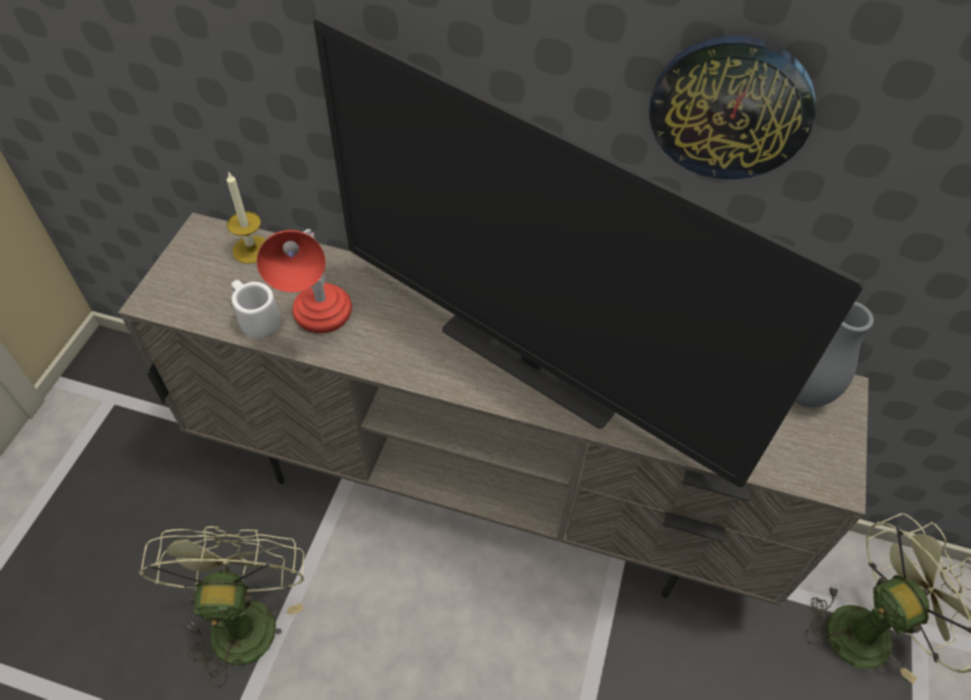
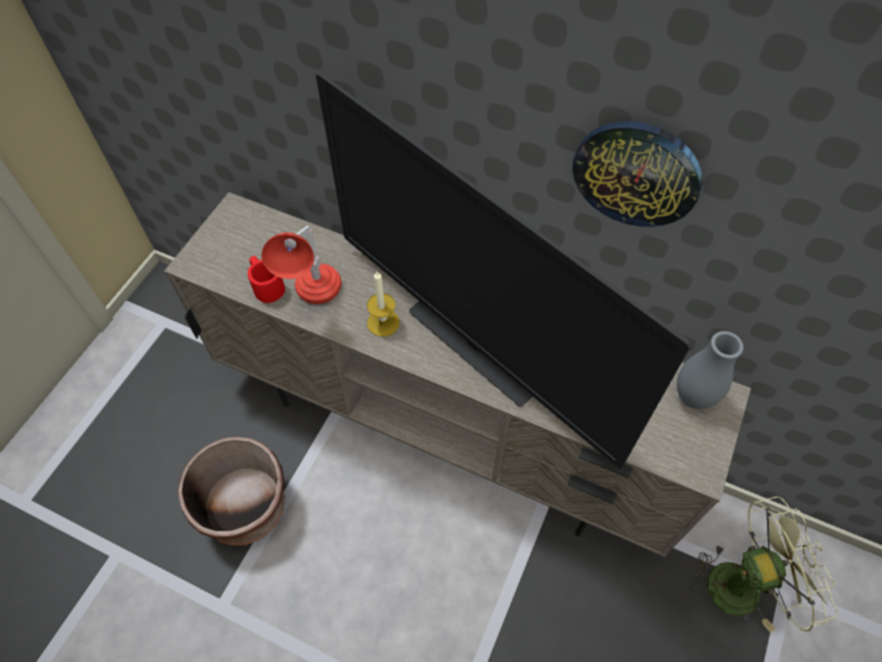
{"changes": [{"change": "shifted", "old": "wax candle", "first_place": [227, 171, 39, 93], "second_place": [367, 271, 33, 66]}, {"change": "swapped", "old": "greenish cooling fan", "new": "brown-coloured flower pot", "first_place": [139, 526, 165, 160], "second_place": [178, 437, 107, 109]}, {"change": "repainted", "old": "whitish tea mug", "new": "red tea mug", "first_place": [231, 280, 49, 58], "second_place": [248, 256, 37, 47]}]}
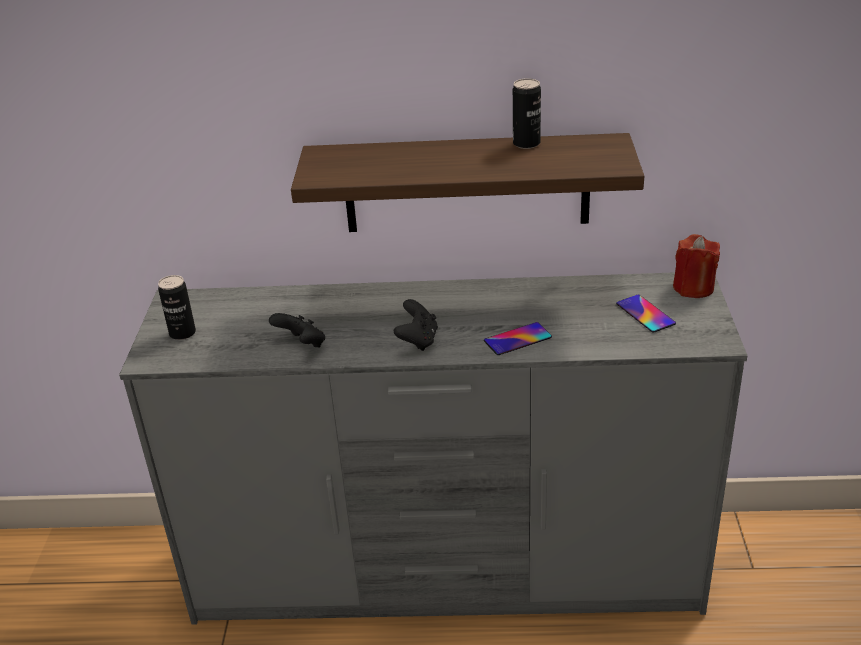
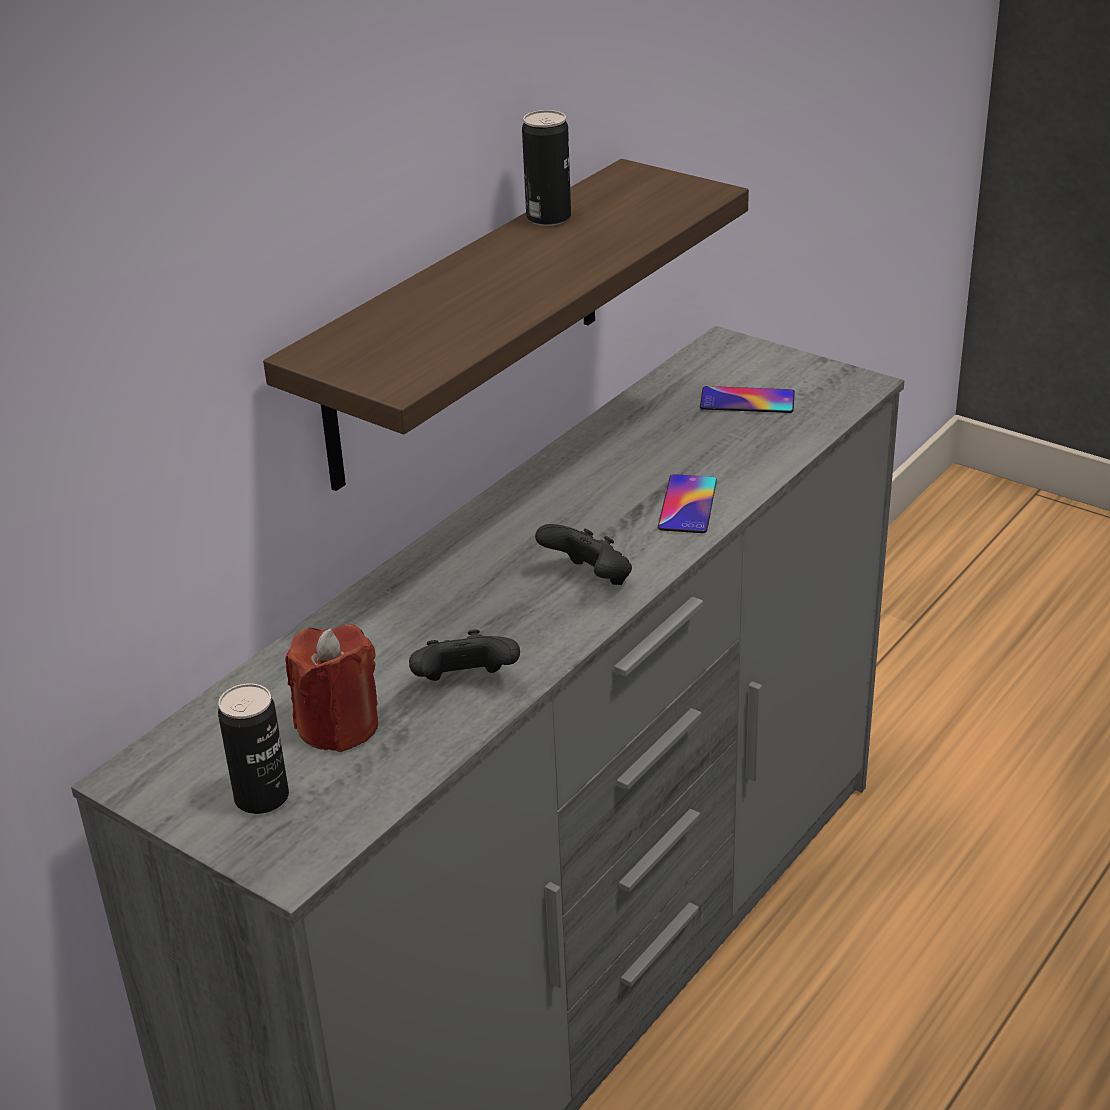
{"changes": [{"change": "shifted", "old": "red wax candle", "first_place": [673, 234, 47, 64], "second_place": [285, 624, 93, 128]}]}
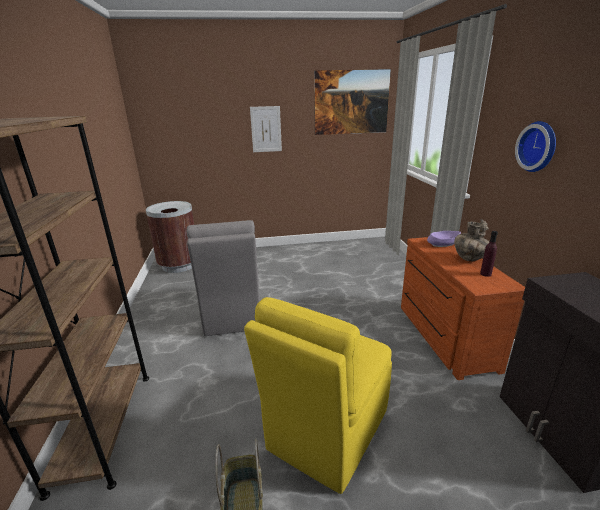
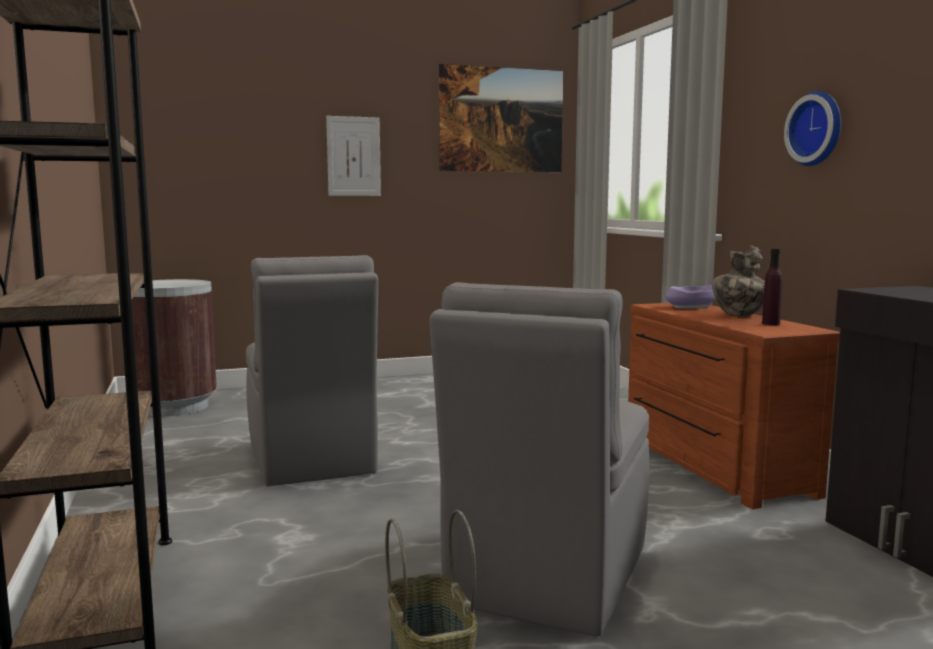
{"changes": [{"change": "repainted", "old": "yellow plain chair", "new": "grey plain chair", "first_place": [244, 297, 148, 197], "second_place": [429, 282, 220, 355]}]}
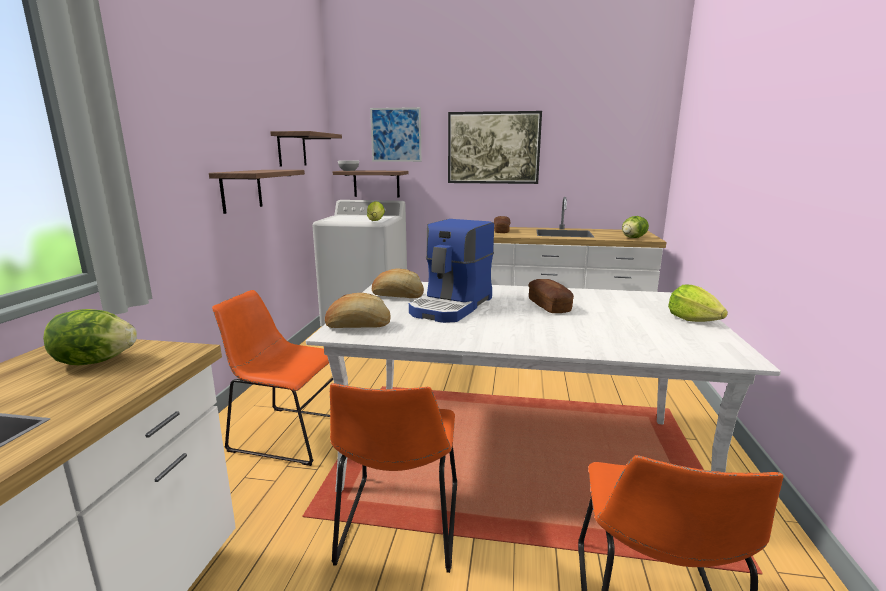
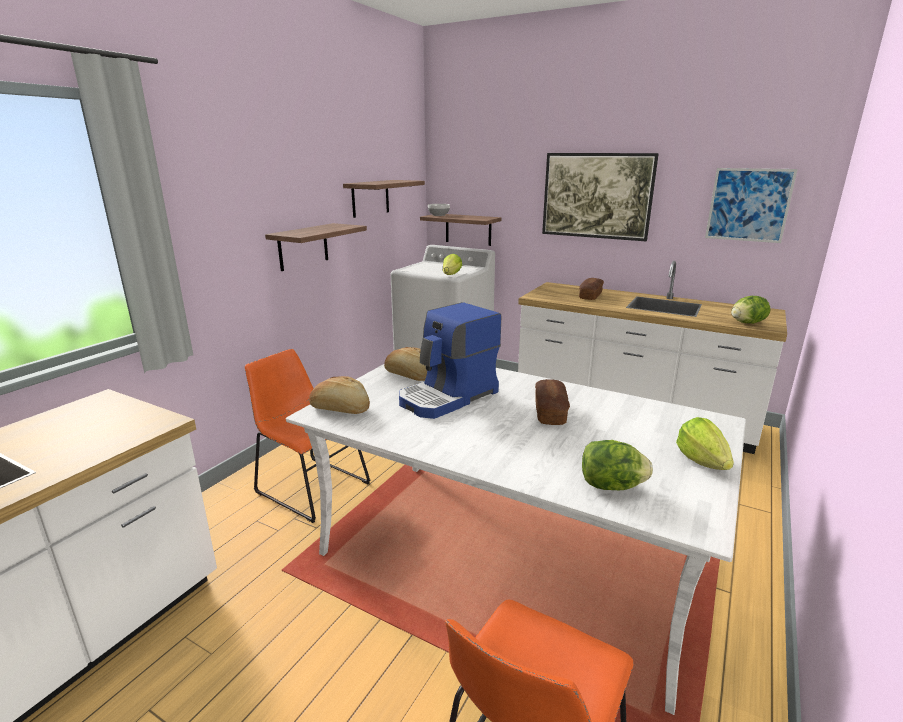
{"changes": [{"change": "gone", "old": "orange plain chair", "first_place": [330, 383, 127, 190]}, {"change": "shifted", "old": "head of lettuce", "first_place": [43, 309, 94, 56], "second_place": [582, 440, 71, 50]}, {"change": "shifted", "old": "picture", "first_place": [370, 107, 51, 55], "second_place": [705, 168, 93, 75]}]}
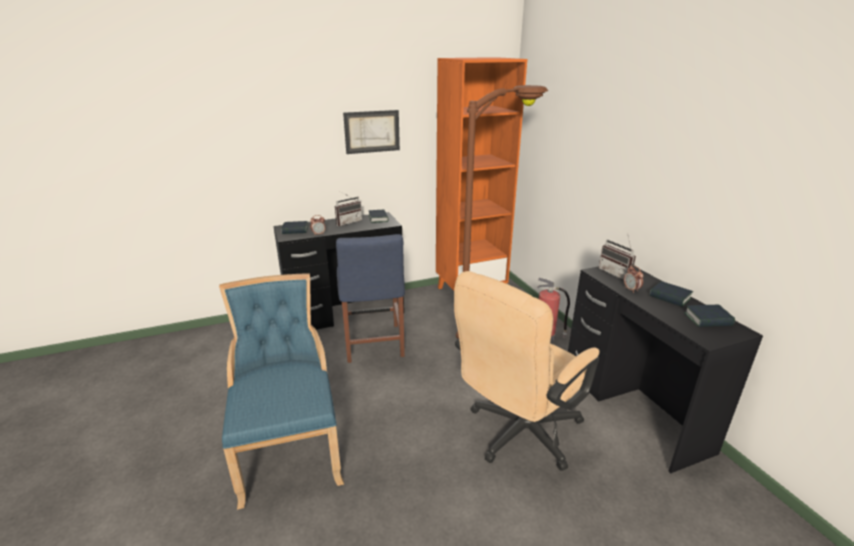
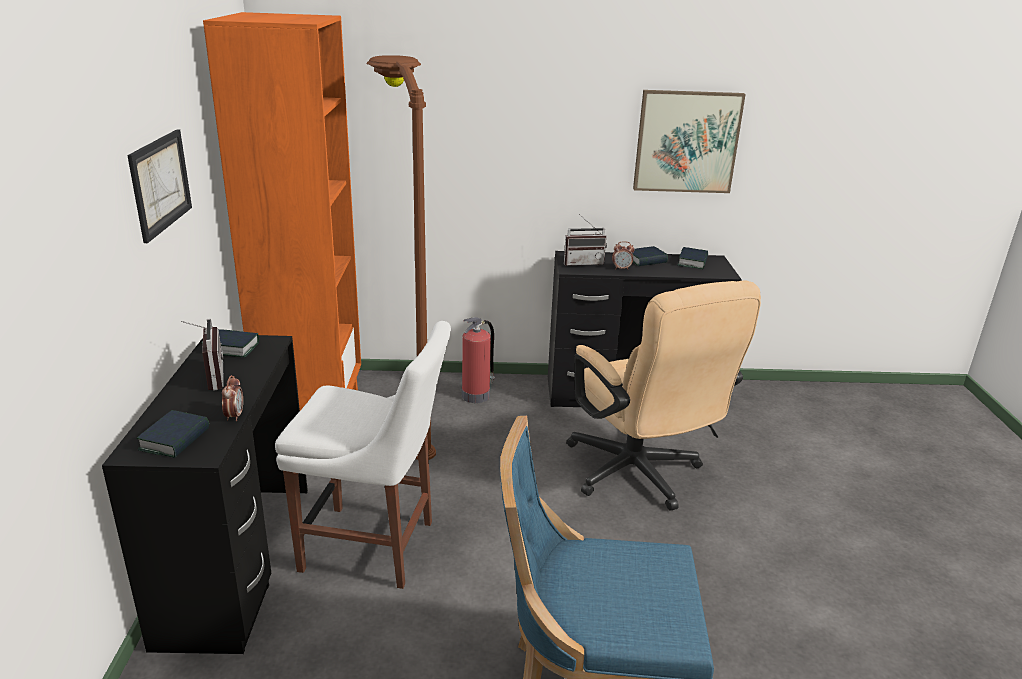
{"changes": [{"change": "new", "new": "picture", "second_place": [633, 90, 113, 103]}, {"change": "repainted", "old": "blue-coloured plain chair", "new": "whitish plain chair", "first_place": [336, 234, 69, 129], "second_place": [275, 321, 176, 268]}]}
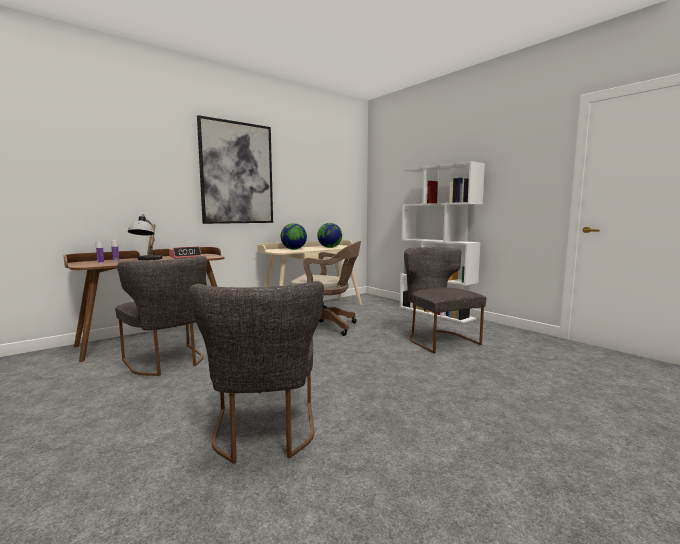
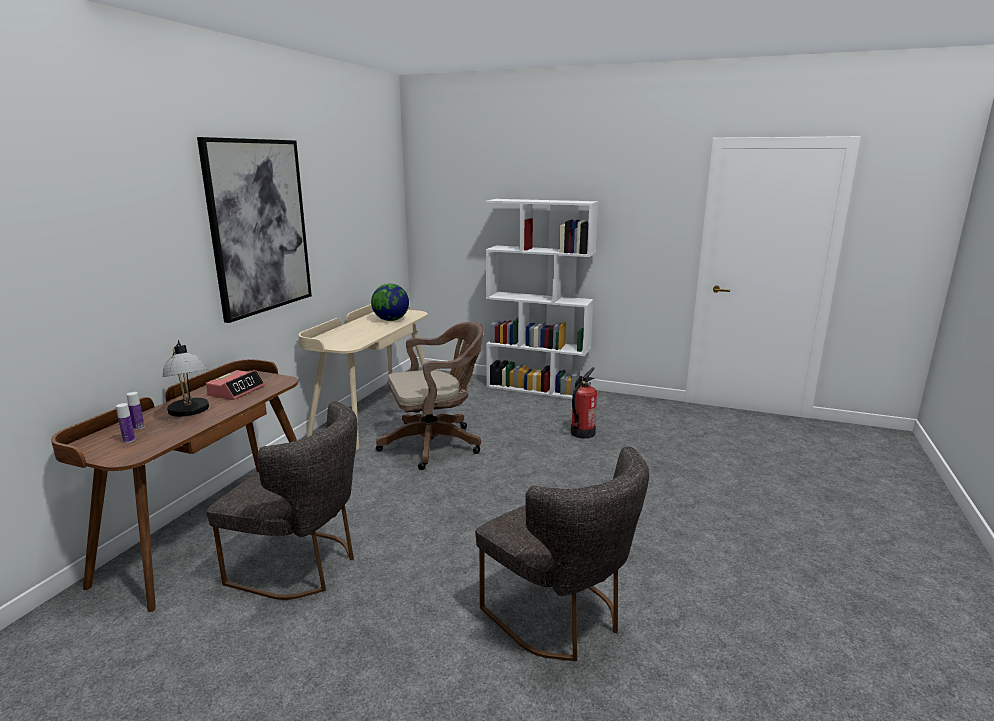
{"changes": [{"change": "gone", "old": "globe", "first_place": [281, 223, 26, 27]}, {"change": "swapped", "old": "grey plain chair", "new": "extinguisher", "first_place": [404, 247, 83, 106], "second_place": [571, 367, 26, 72]}]}
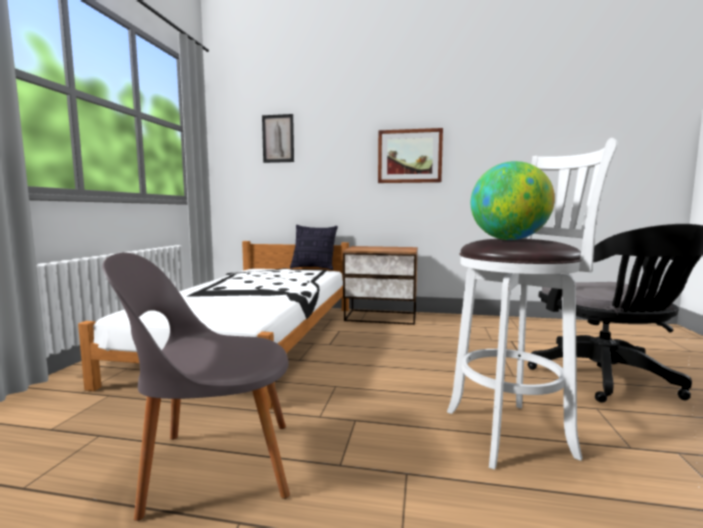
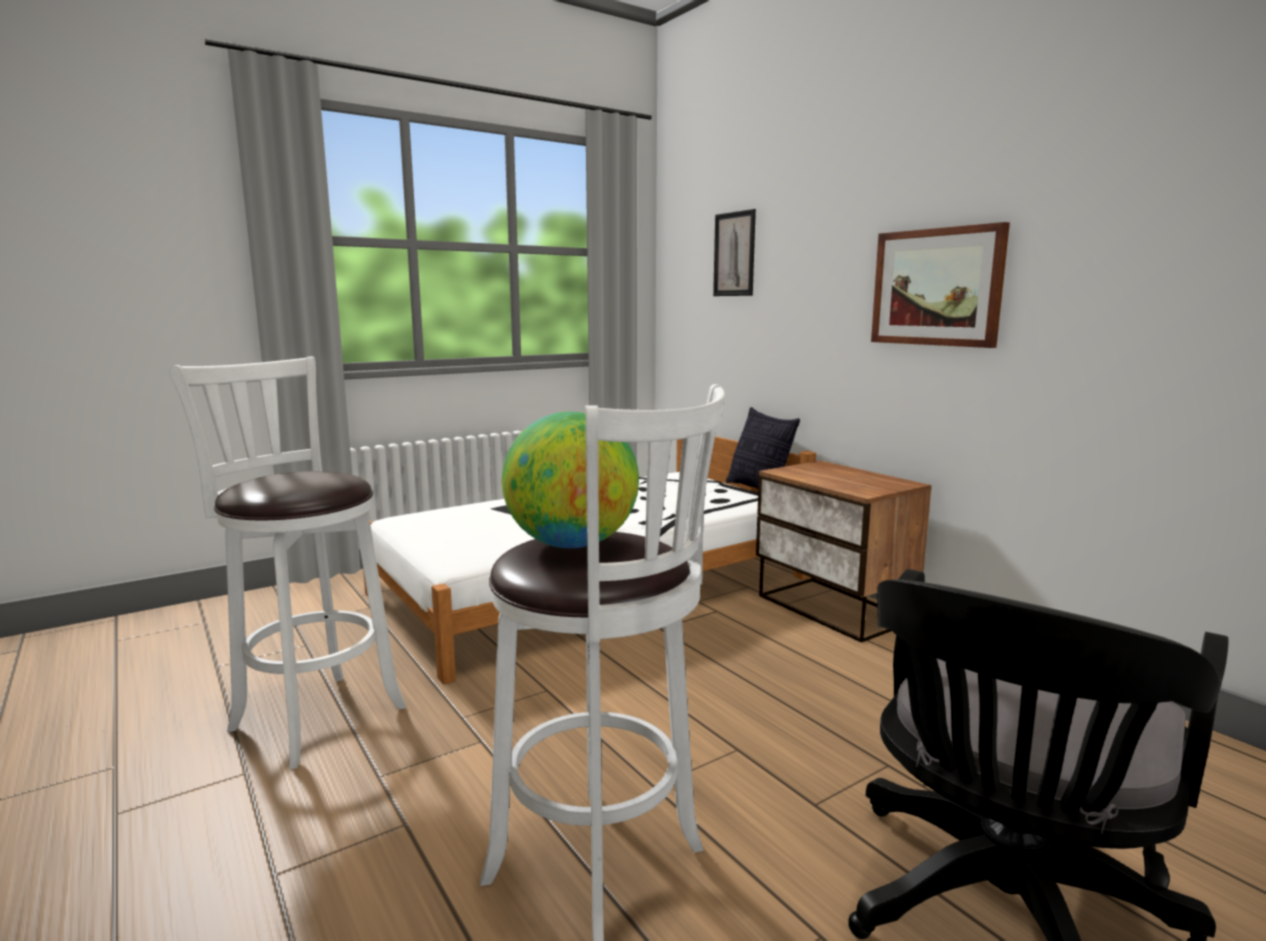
{"changes": [{"change": "swapped", "old": "grey plain chair", "new": "whitish stool", "first_place": [102, 252, 188, 269], "second_place": [170, 357, 236, 412]}]}
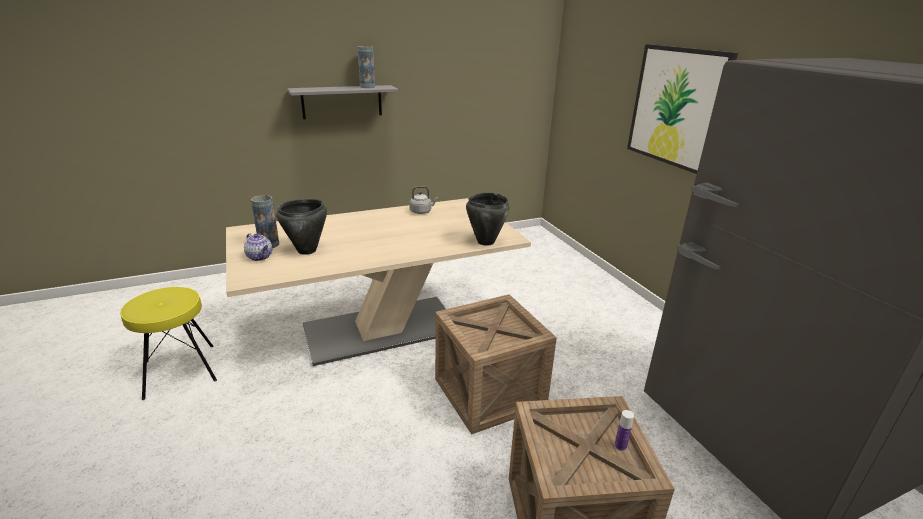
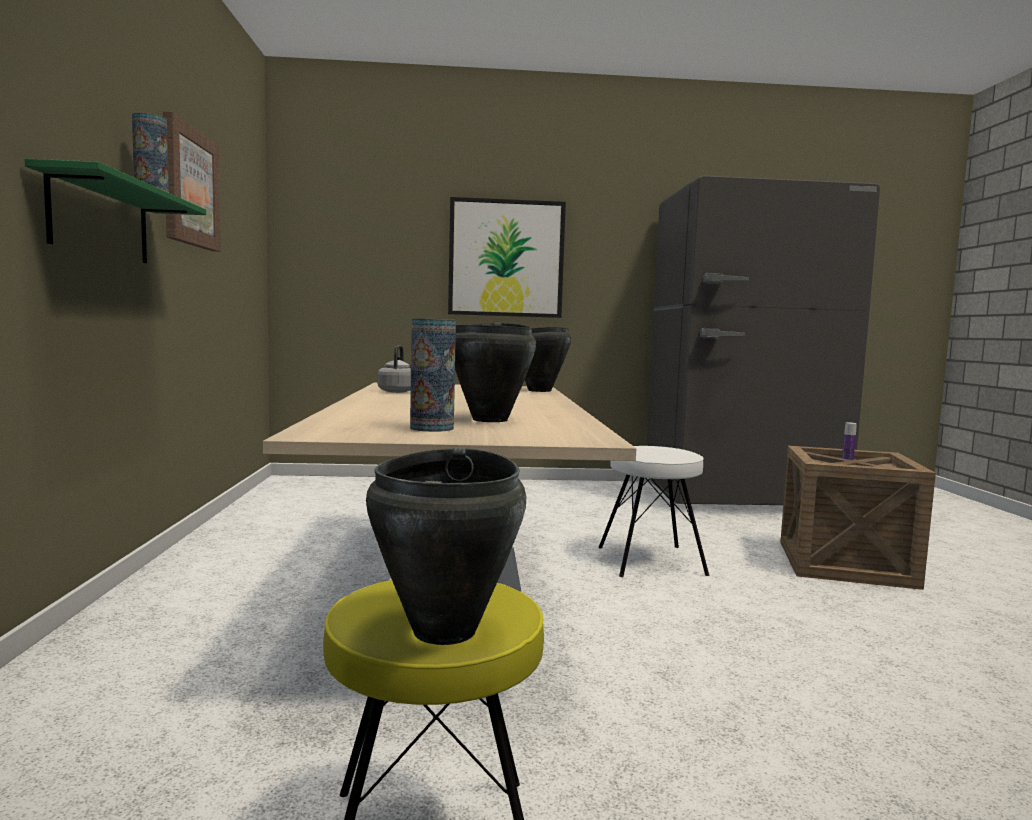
{"changes": [{"change": "gone", "old": "pot for tea", "first_place": [244, 233, 28, 28]}, {"change": "new", "new": "picture", "second_place": [163, 111, 58, 141]}, {"change": "new", "new": "blackish stockpot", "second_place": [366, 448, 160, 197]}, {"change": "swapped", "old": "shipping crate", "new": "whitish stool", "first_place": [435, 294, 122, 141], "second_place": [598, 446, 111, 131]}, {"change": "repainted", "old": "grey wall shelf", "new": "greenish wall shelf", "first_place": [288, 85, 110, 34], "second_place": [25, 158, 181, 105]}]}
